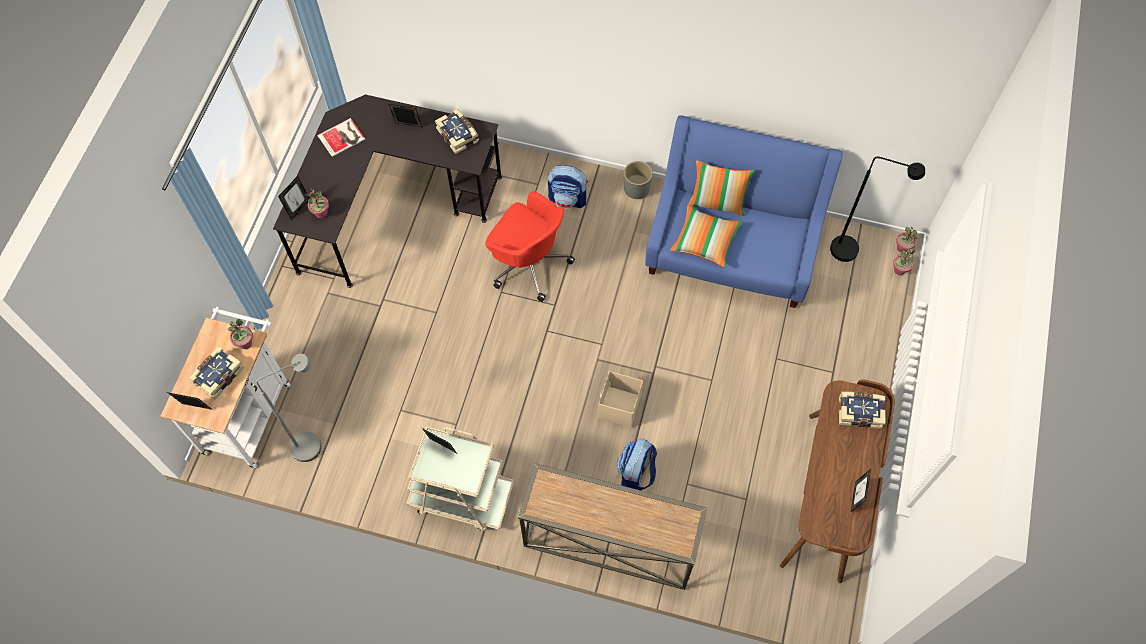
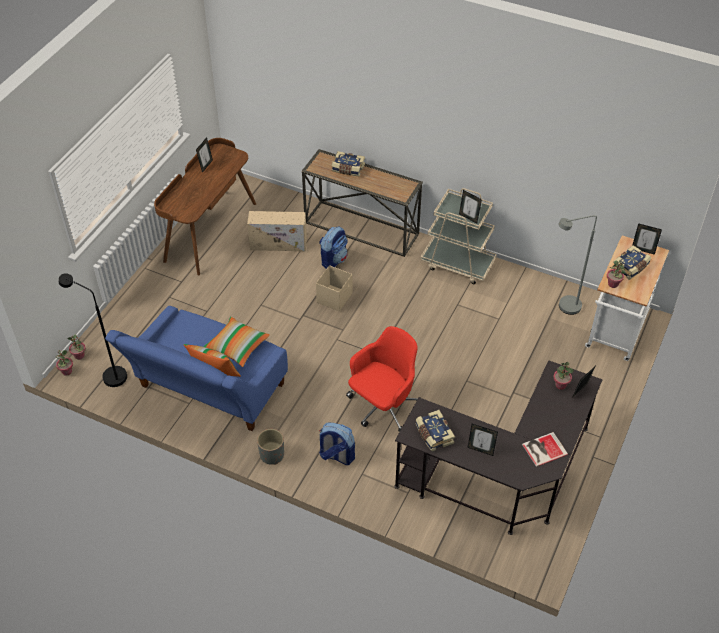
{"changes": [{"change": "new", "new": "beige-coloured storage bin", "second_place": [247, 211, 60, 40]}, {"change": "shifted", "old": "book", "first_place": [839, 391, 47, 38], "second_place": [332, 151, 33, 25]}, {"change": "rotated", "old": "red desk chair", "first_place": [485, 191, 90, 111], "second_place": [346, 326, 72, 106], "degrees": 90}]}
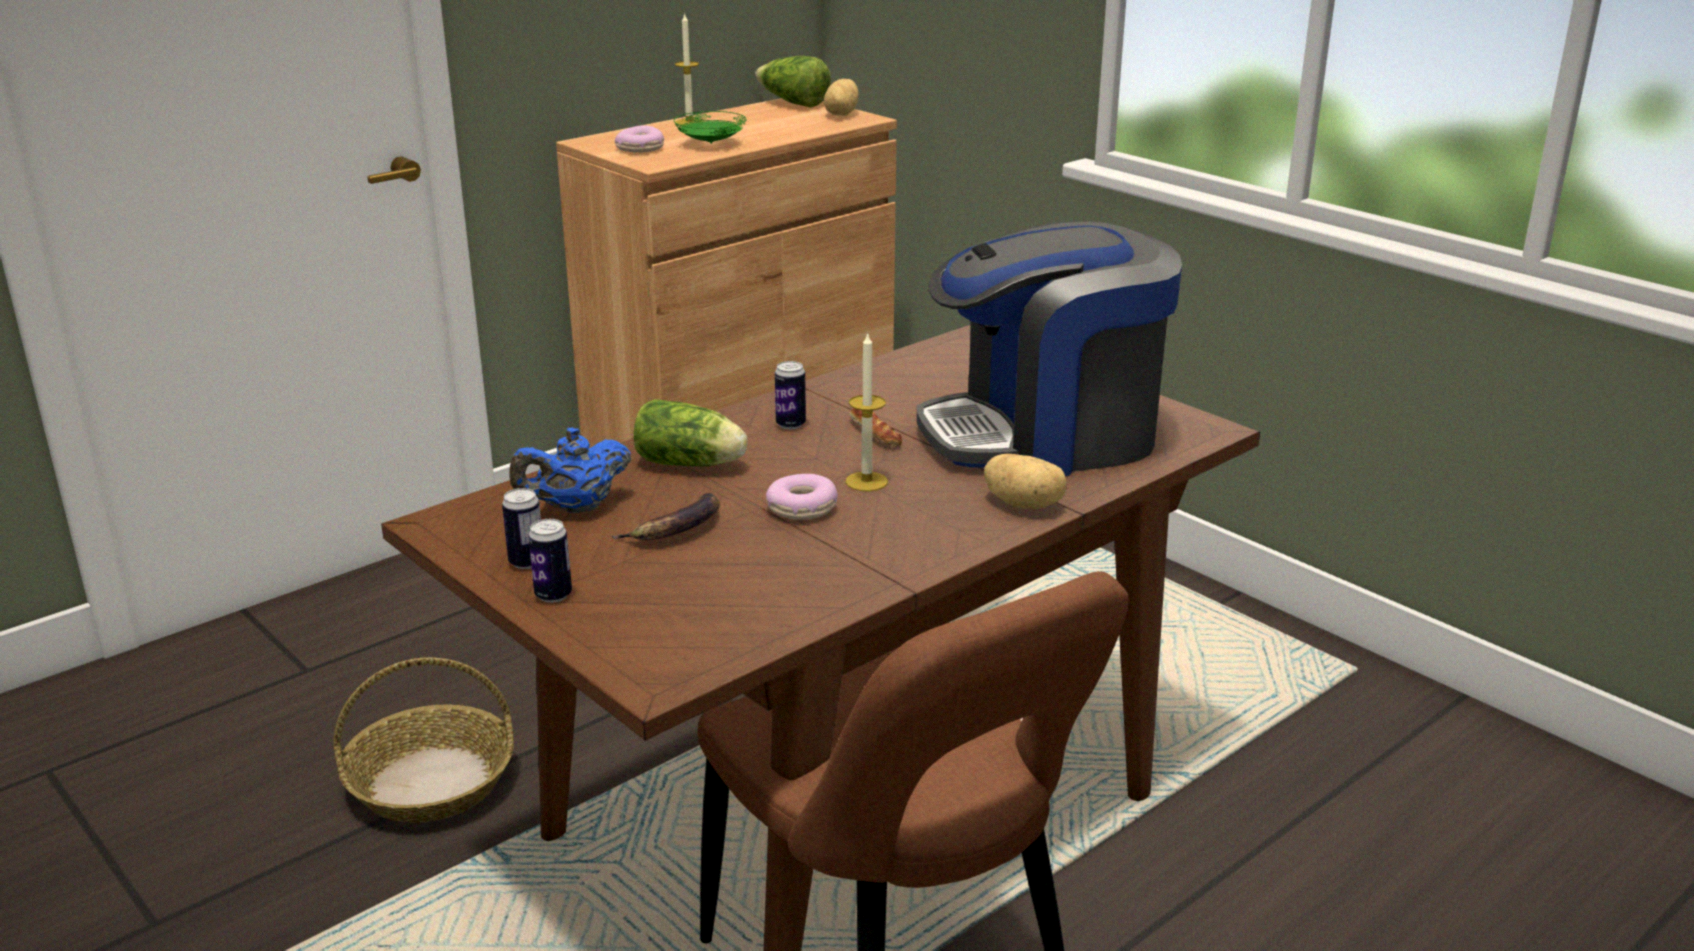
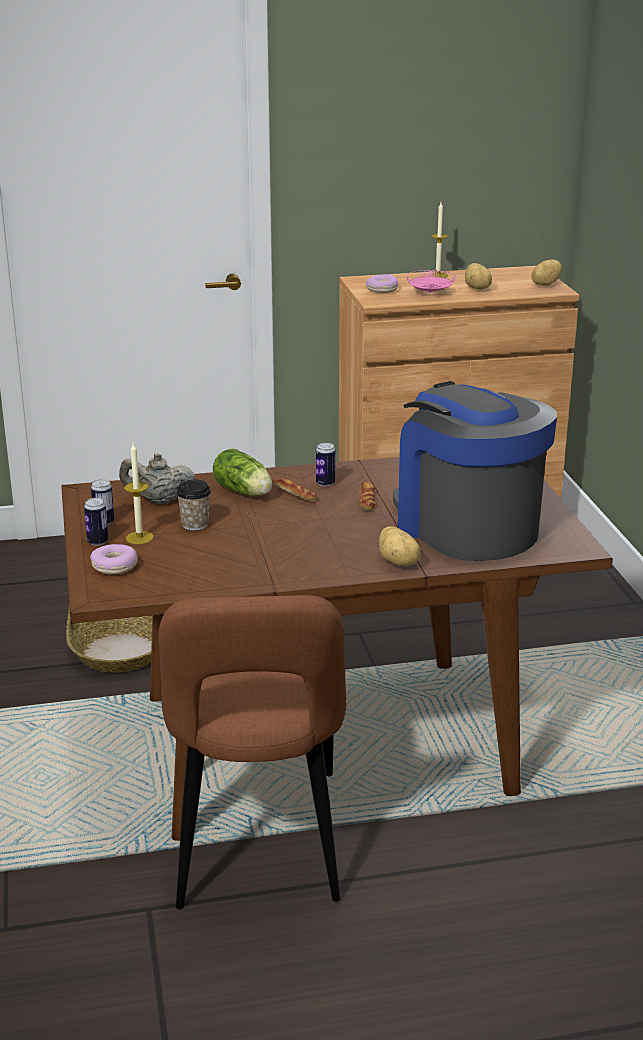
{"changes": [{"change": "gone", "old": "head of lettuce", "first_place": [755, 56, 76, 52]}, {"change": "new", "new": "bread", "second_place": [275, 478, 43, 23]}, {"change": "new", "new": "potato", "second_place": [465, 263, 27, 27]}, {"change": "shifted", "old": "ring doughnut", "first_place": [766, 474, 72, 46], "second_place": [90, 544, 48, 31]}, {"change": "shifted", "old": "wax candle", "first_place": [845, 332, 43, 159], "second_place": [124, 443, 30, 101]}, {"change": "swapped", "old": "whole banana", "new": "small cup", "first_place": [611, 493, 109, 47], "second_place": [176, 480, 35, 51]}, {"change": "repainted", "old": "blue-coloured pot for tea", "new": "beige-coloured pot for tea", "first_place": [509, 427, 122, 86], "second_place": [119, 453, 76, 51]}, {"change": "repainted", "old": "greenish dinner plate", "new": "pinkish dinner plate", "first_place": [674, 111, 73, 33], "second_place": [406, 270, 50, 23]}, {"change": "rotated", "old": "coffee brewer", "first_place": [917, 222, 265, 254], "second_place": [393, 381, 164, 180], "degrees": 45}]}
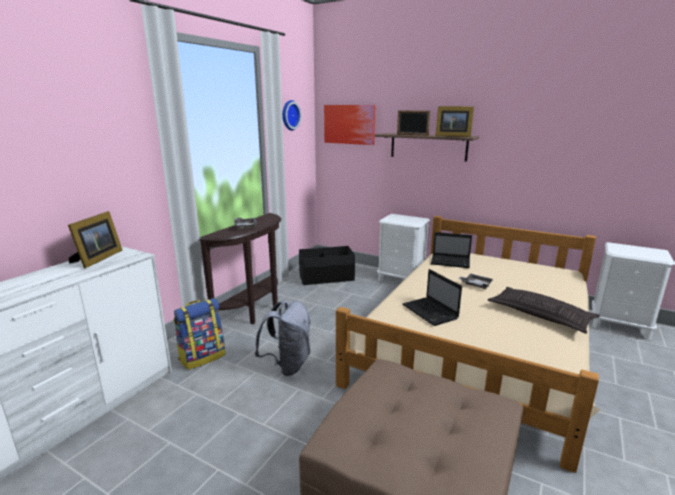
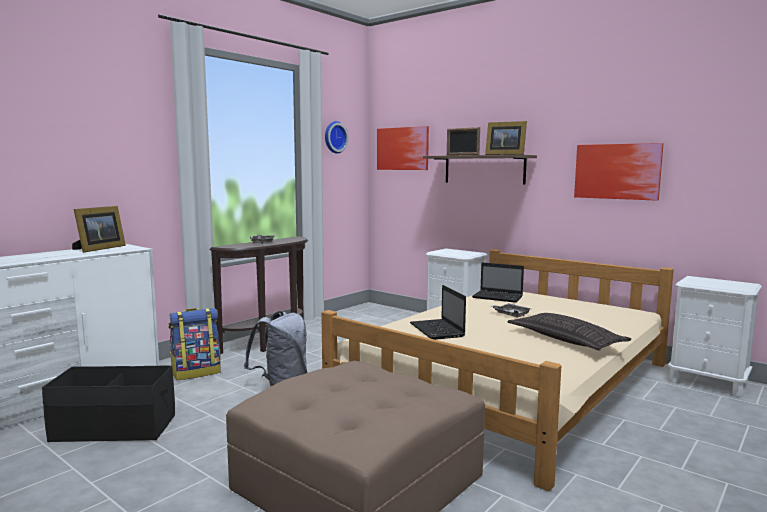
{"changes": [{"change": "new", "new": "picture", "second_place": [574, 143, 90, 58]}, {"change": "shifted", "old": "blackish storage bin", "first_place": [299, 246, 56, 39], "second_place": [42, 365, 133, 77]}]}
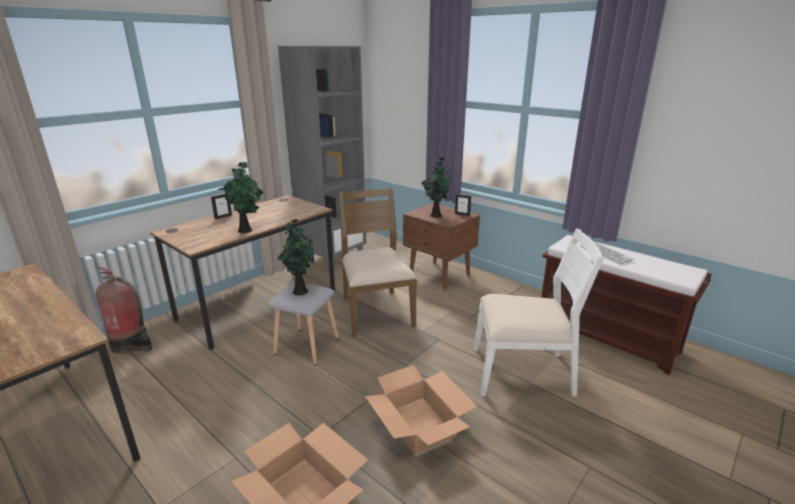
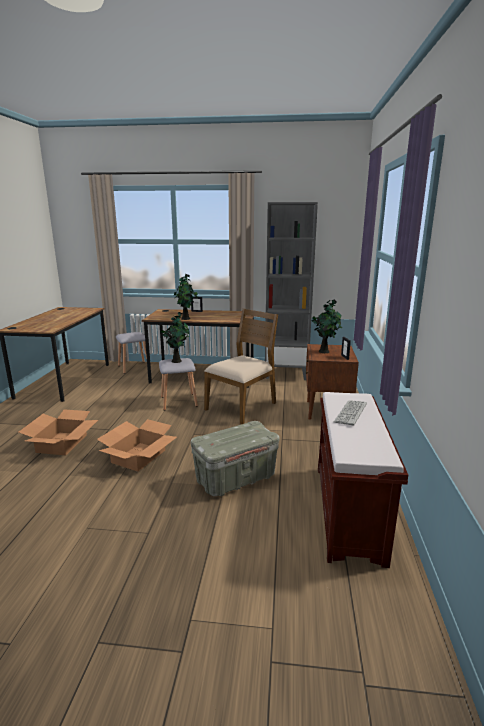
{"changes": [{"change": "swapped", "old": "extinguisher", "new": "grey stool", "first_place": [96, 267, 56, 87], "second_place": [116, 332, 31, 42]}, {"change": "swapped", "old": "whitish plain chair", "new": "grey storage bin", "first_place": [474, 228, 130, 169], "second_place": [190, 421, 90, 76]}]}
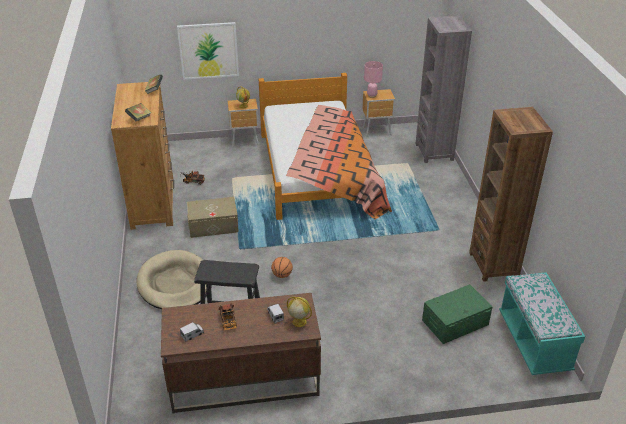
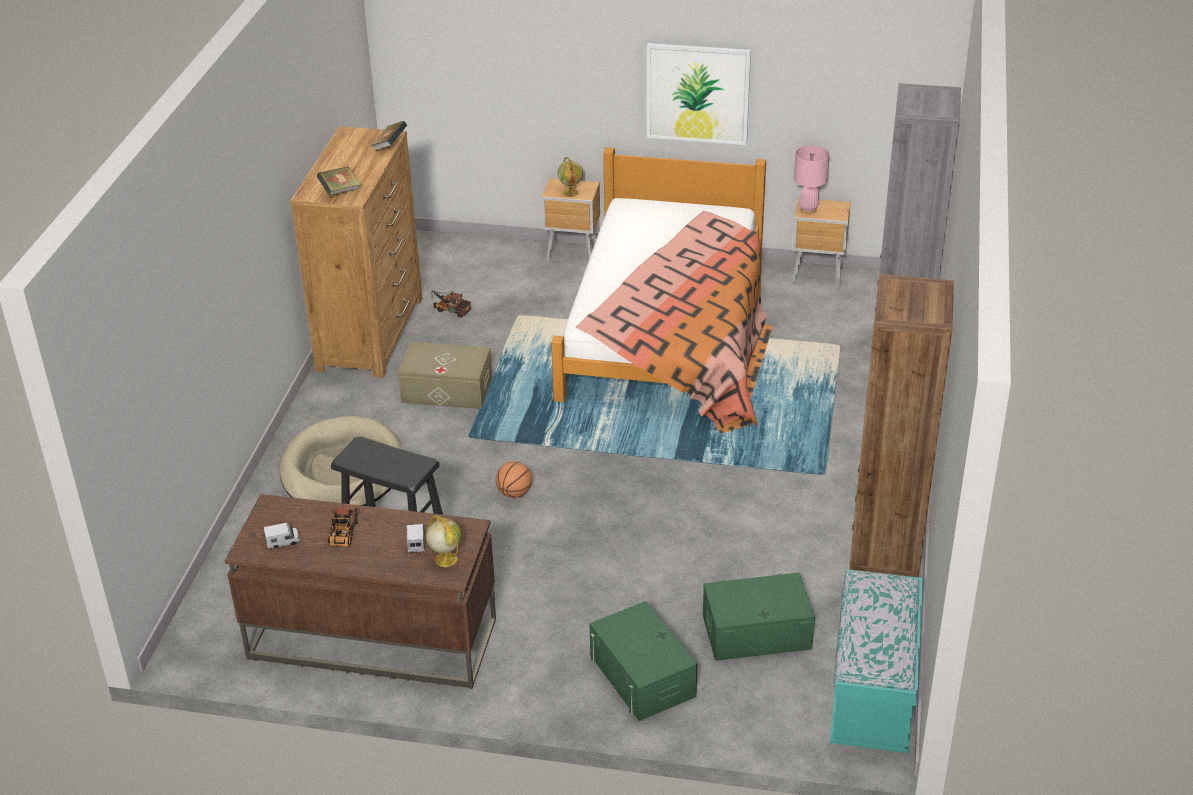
{"changes": [{"change": "new", "new": "greenish storage bin", "second_place": [589, 601, 108, 120]}, {"change": "shifted", "old": "picture", "first_place": [177, 22, 62, 58], "second_place": [647, 43, 104, 102]}]}
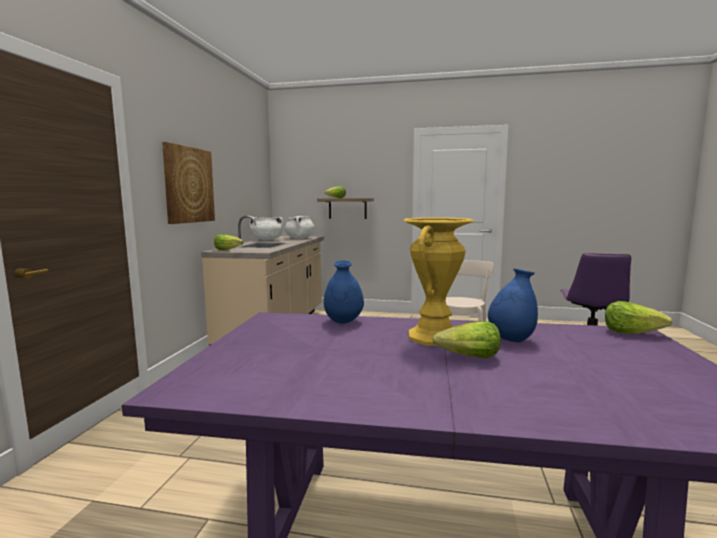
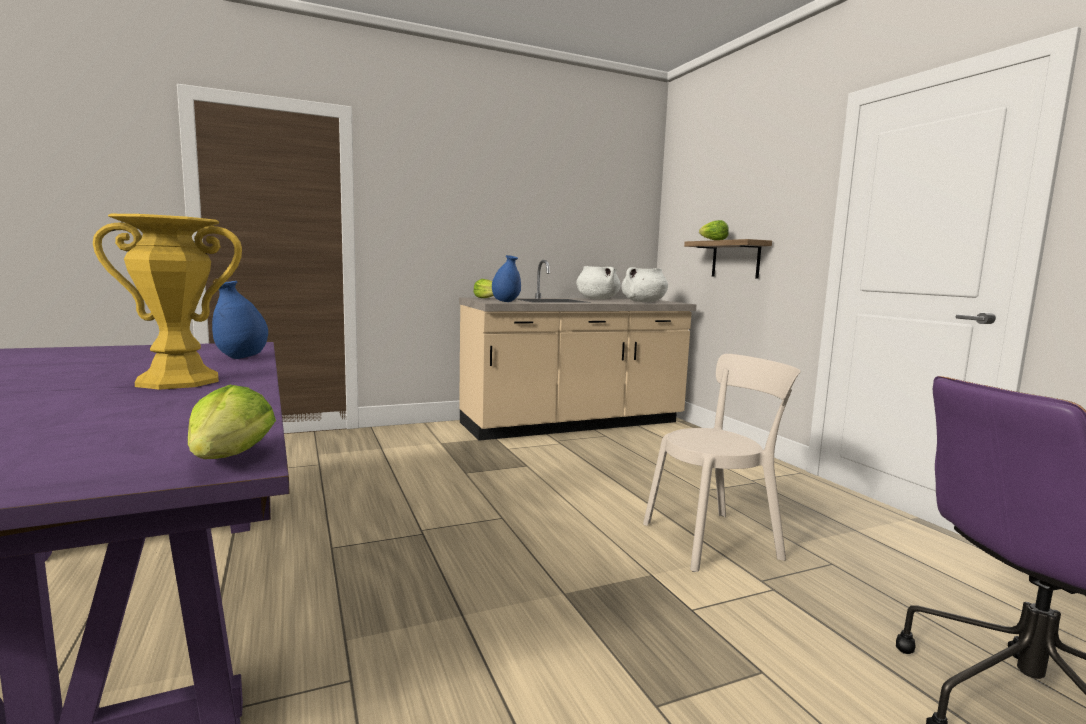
{"changes": [{"change": "gone", "old": "picture", "first_place": [162, 142, 53, 82]}, {"change": "gone", "old": "head of lettuce", "first_place": [432, 321, 69, 37]}, {"change": "shifted", "old": "blue-coloured vase", "first_place": [488, 268, 50, 74], "second_place": [492, 255, 29, 47]}]}
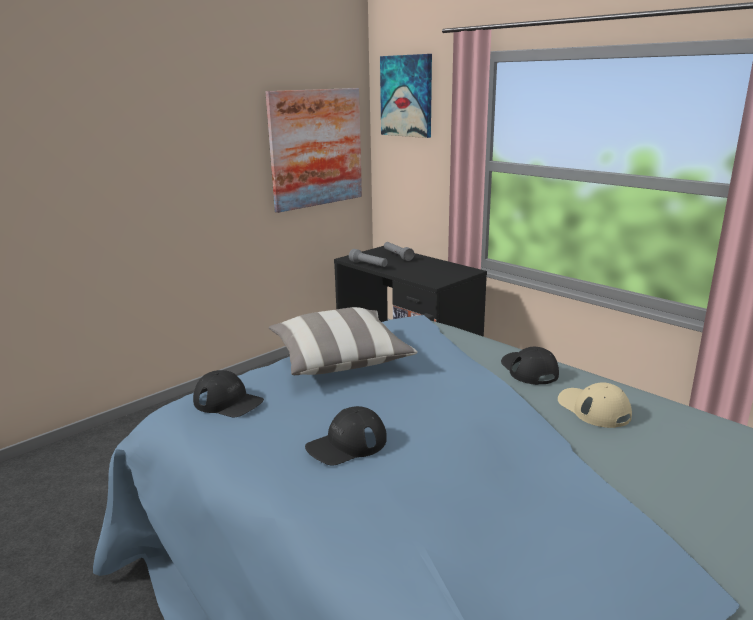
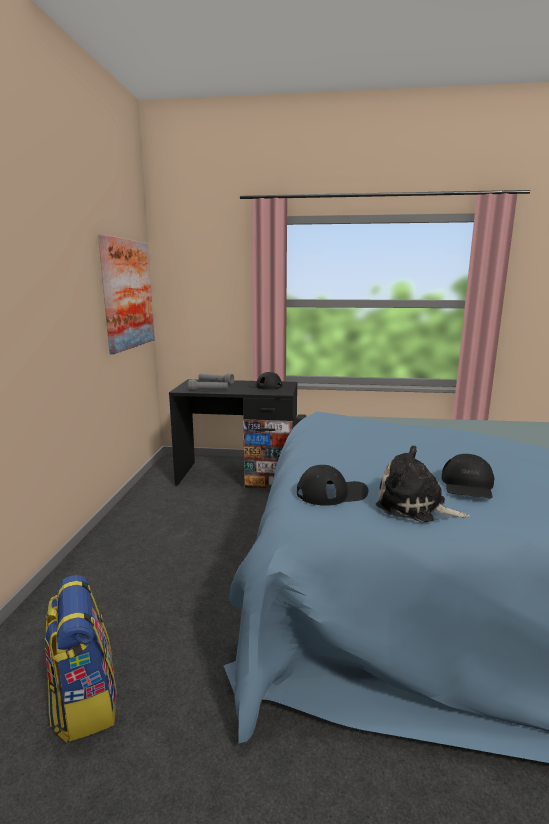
{"changes": [{"change": "gone", "old": "throw pillow", "first_place": [268, 307, 150, 68]}, {"change": "gone", "old": "picture", "first_place": [380, 54, 52, 84]}, {"change": "gone", "old": "beige-coloured peaked cap", "first_place": [558, 382, 74, 46]}, {"change": "new", "new": "rucksack", "second_place": [44, 575, 73, 168]}, {"change": "new", "new": "cuddly toy", "second_place": [376, 445, 94, 78]}, {"change": "shifted", "old": "blackish peaked cap", "first_place": [501, 347, 58, 38], "second_place": [247, 372, 35, 18]}]}
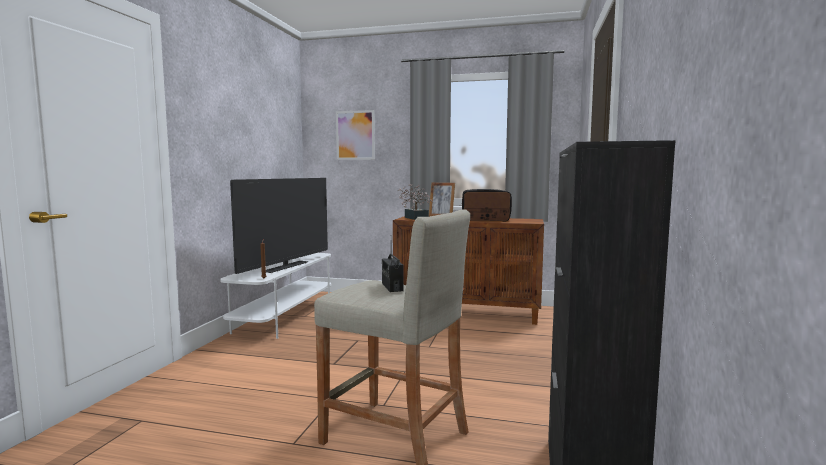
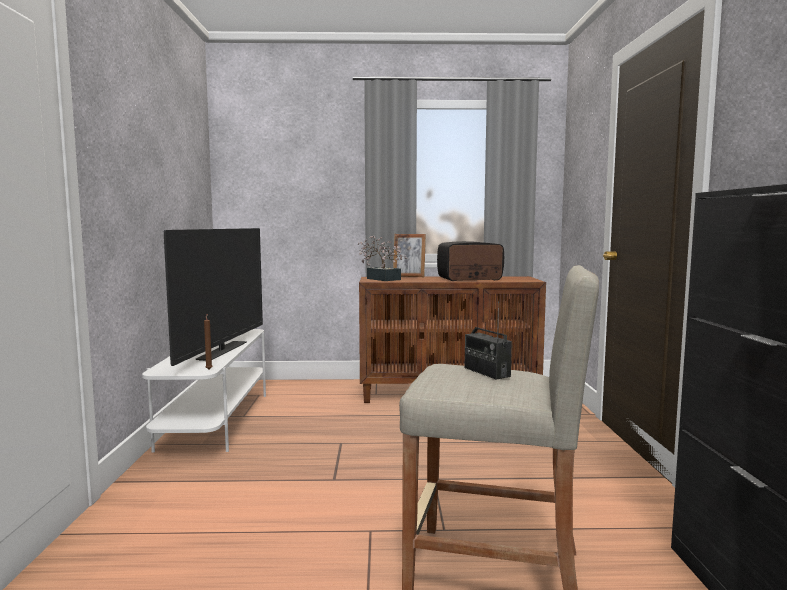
{"changes": [{"change": "gone", "old": "picture", "first_place": [336, 110, 39, 50]}]}
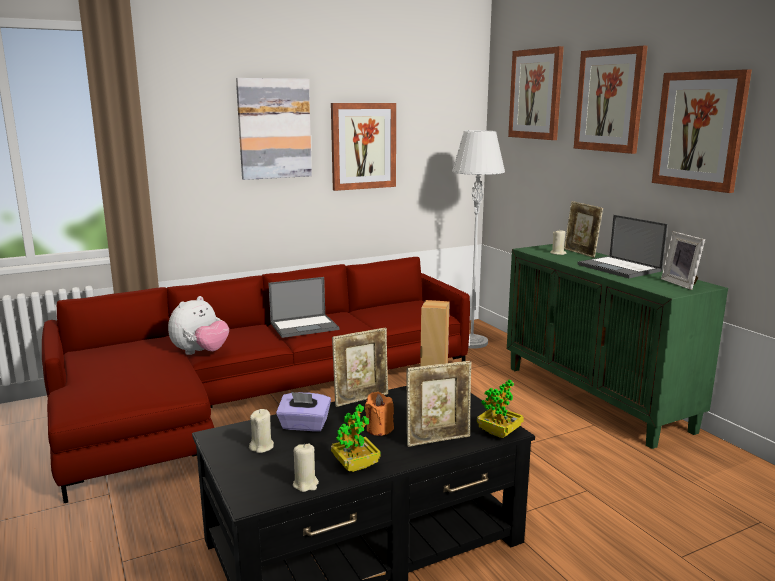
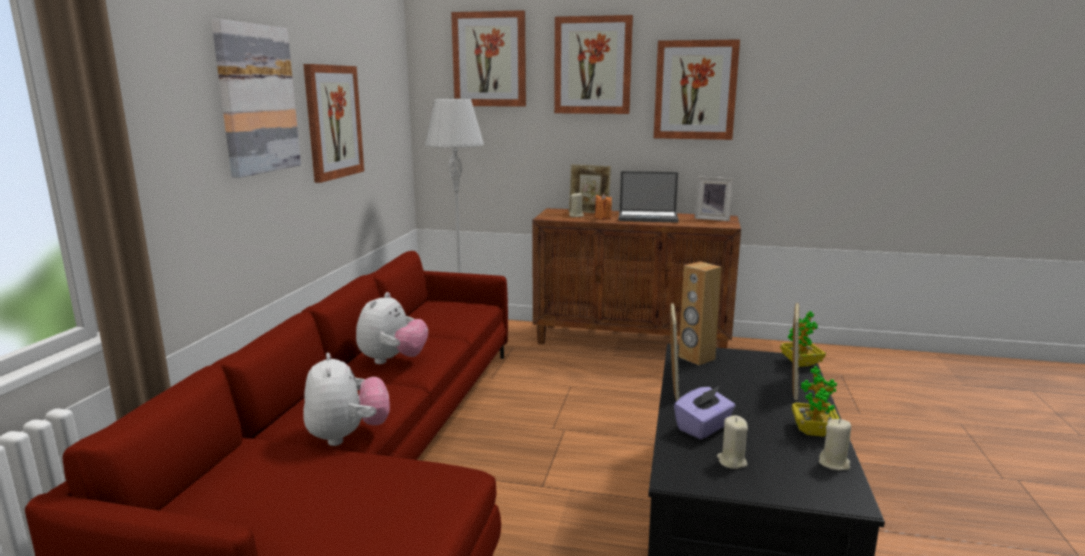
{"changes": [{"change": "shifted", "old": "orange wax candle", "first_place": [365, 392, 29, 44], "second_place": [595, 193, 17, 26]}, {"change": "swapped", "old": "notebook computer", "new": "cuddly toy", "first_place": [268, 277, 71, 61], "second_place": [356, 292, 72, 72]}, {"change": "repainted", "old": "greenish storage cabinet", "new": "brown-coloured storage cabinet", "first_place": [507, 244, 221, 205], "second_place": [532, 208, 209, 140]}]}
